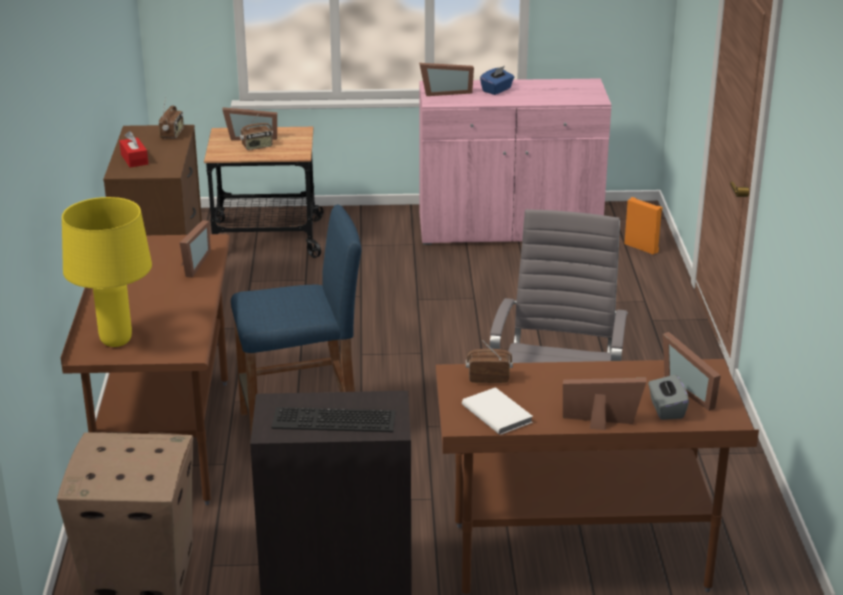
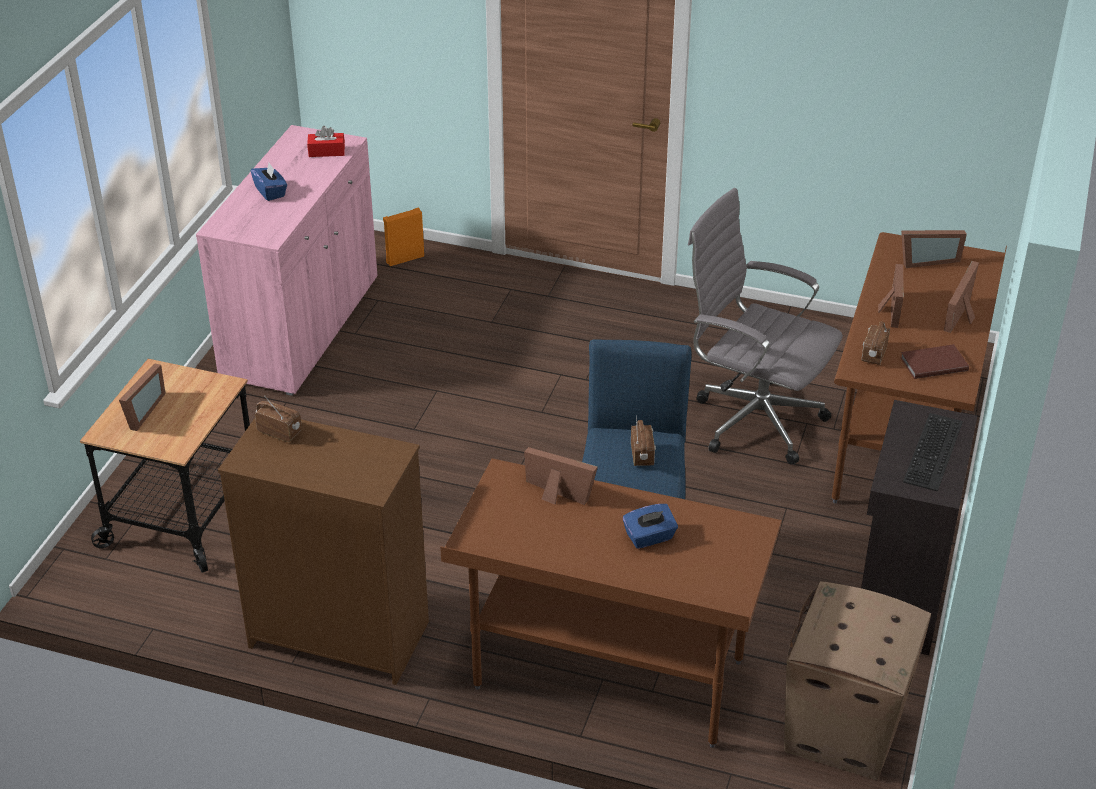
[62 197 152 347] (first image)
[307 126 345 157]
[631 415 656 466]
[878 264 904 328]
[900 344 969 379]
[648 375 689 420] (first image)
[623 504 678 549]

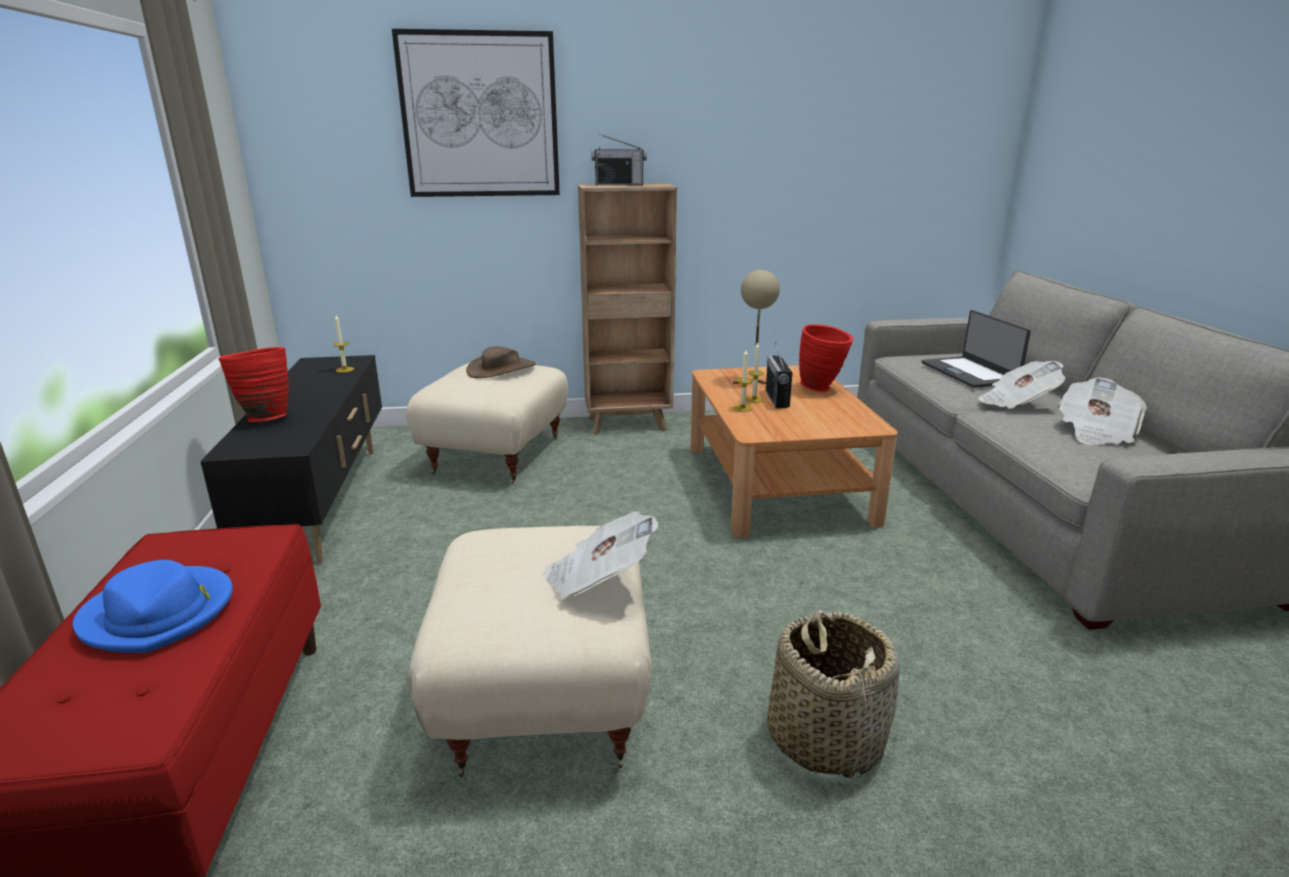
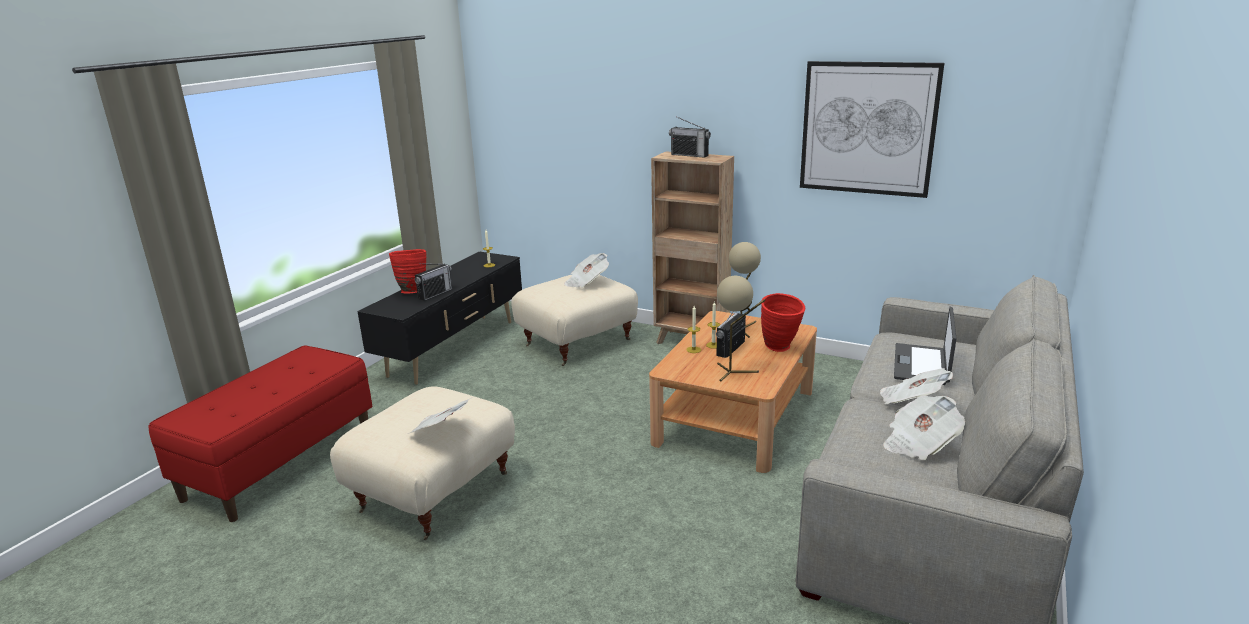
[73 560 233 653] (first image)
[800 61 944 198]
[564 253 609 288]
[767 610 900 779] (first image)
[415 263 452 301]
[717 276 766 382]

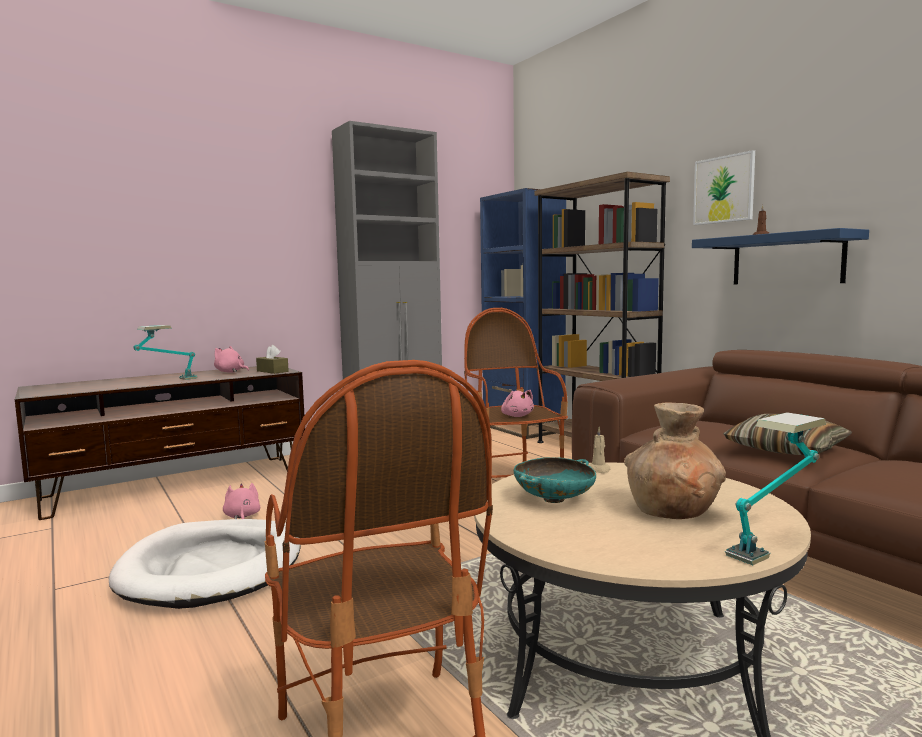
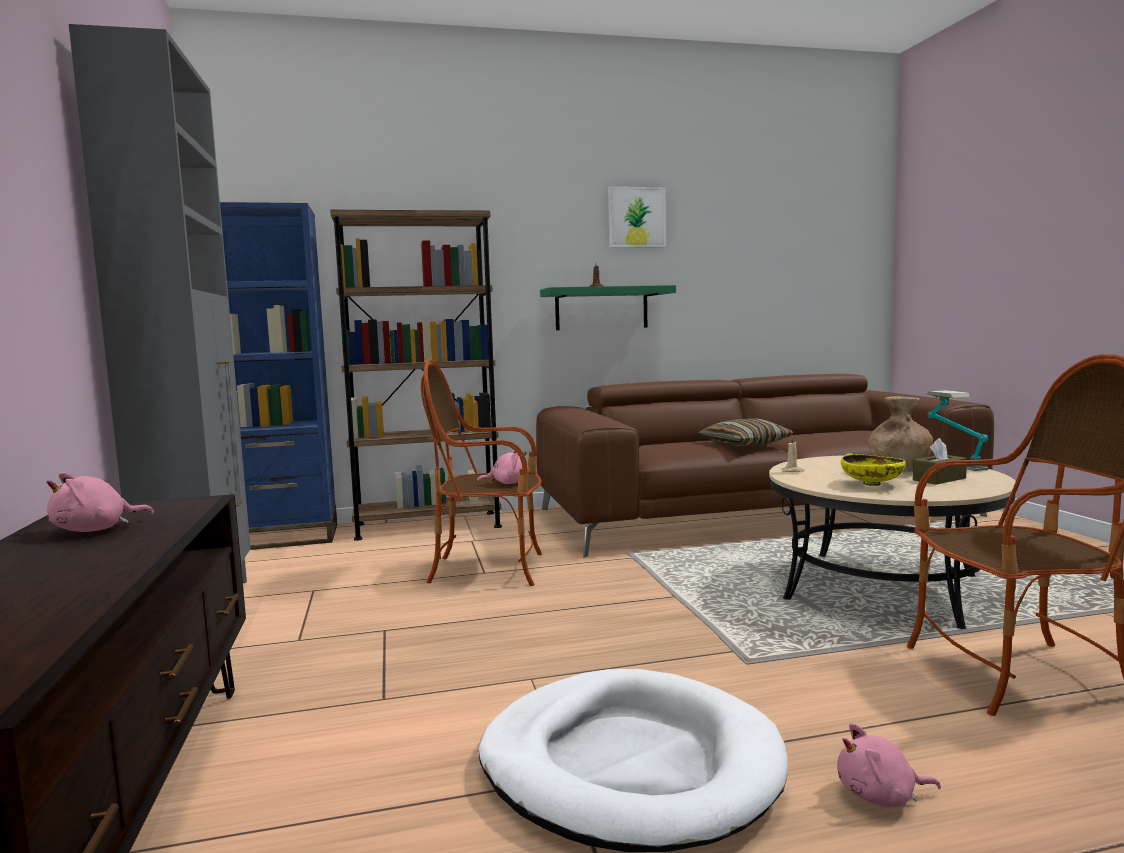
[133 325 198 380] (first image)
[837 723 941 807]
[913 438 967 485]
[841 453 906 486]
[540 285 676 330]
[608 187 666 248]

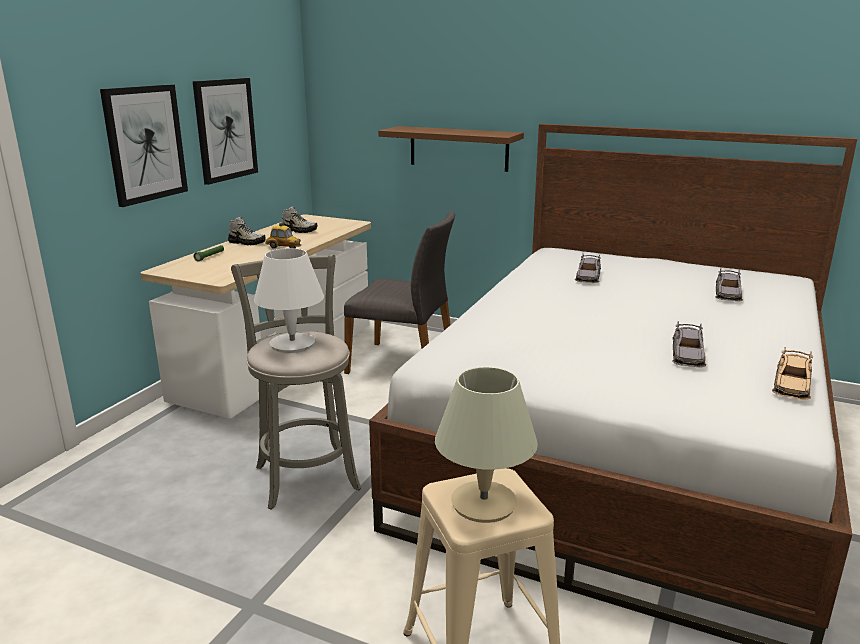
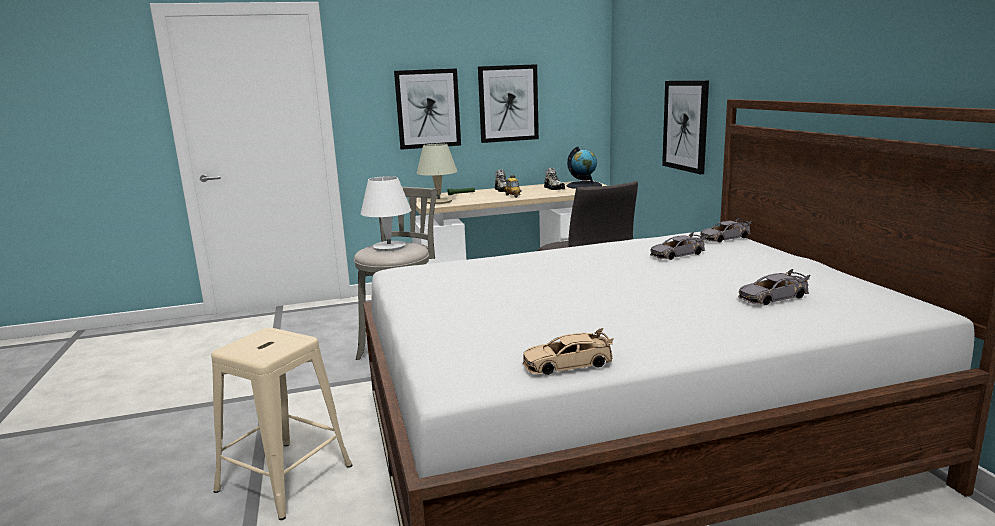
[662 80 709 174]
[416 143 458 204]
[700 218 752 242]
[566 147 602 189]

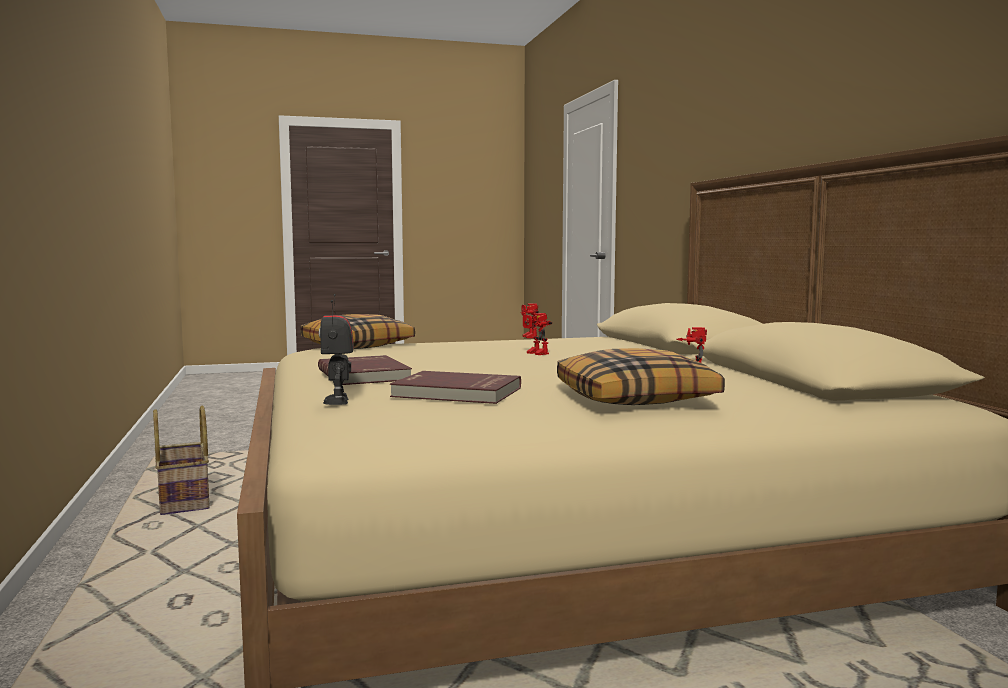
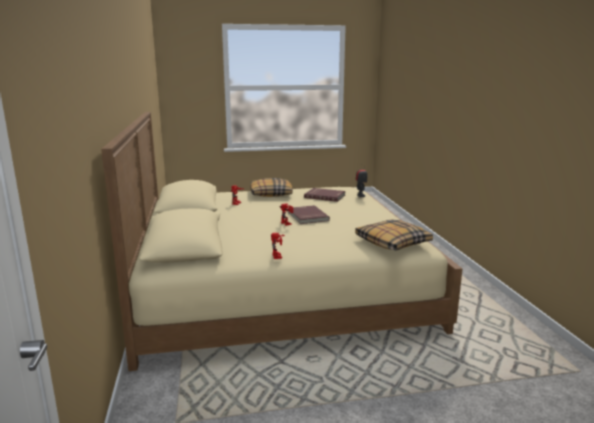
[153 406 210 515] (first image)
[288 205 330 224]

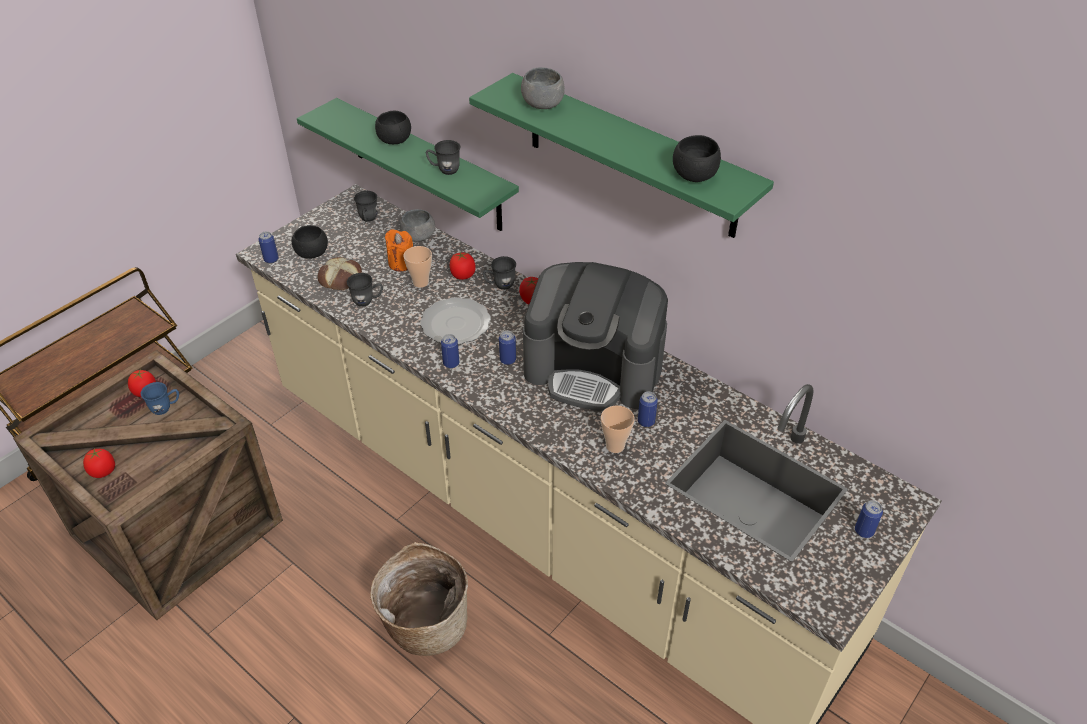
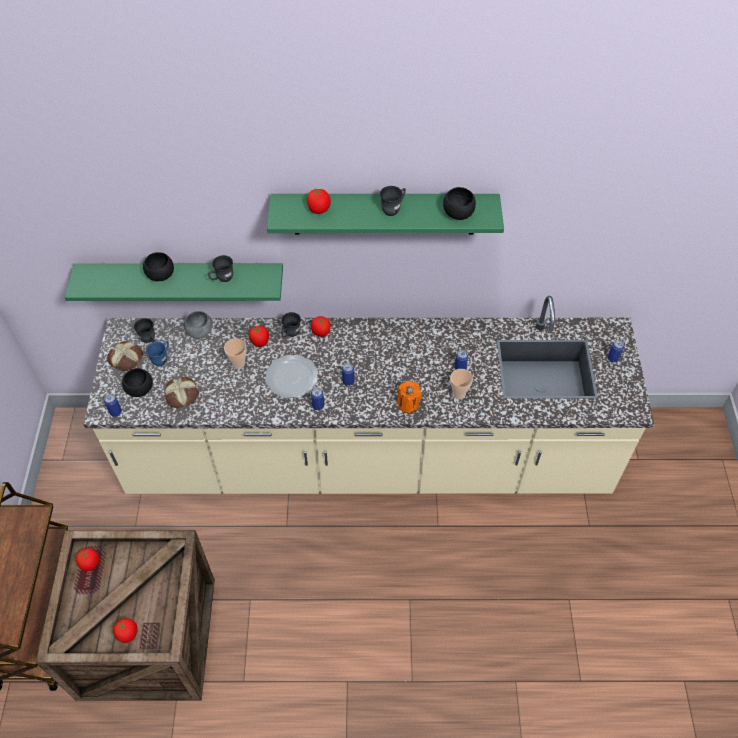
[146 341 169 366]
[380 186 406 216]
[370 542 468 656] (first image)
[397 381 422 413]
[307 189 331 214]
[523 262 668 411] (first image)
[107 341 143 371]

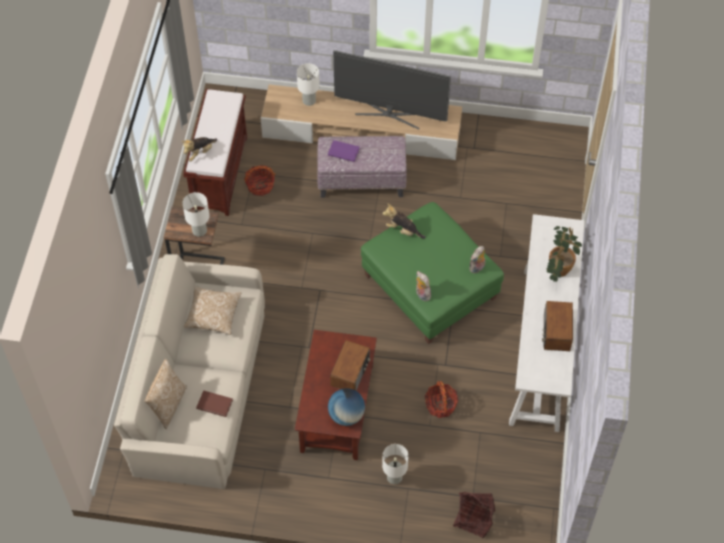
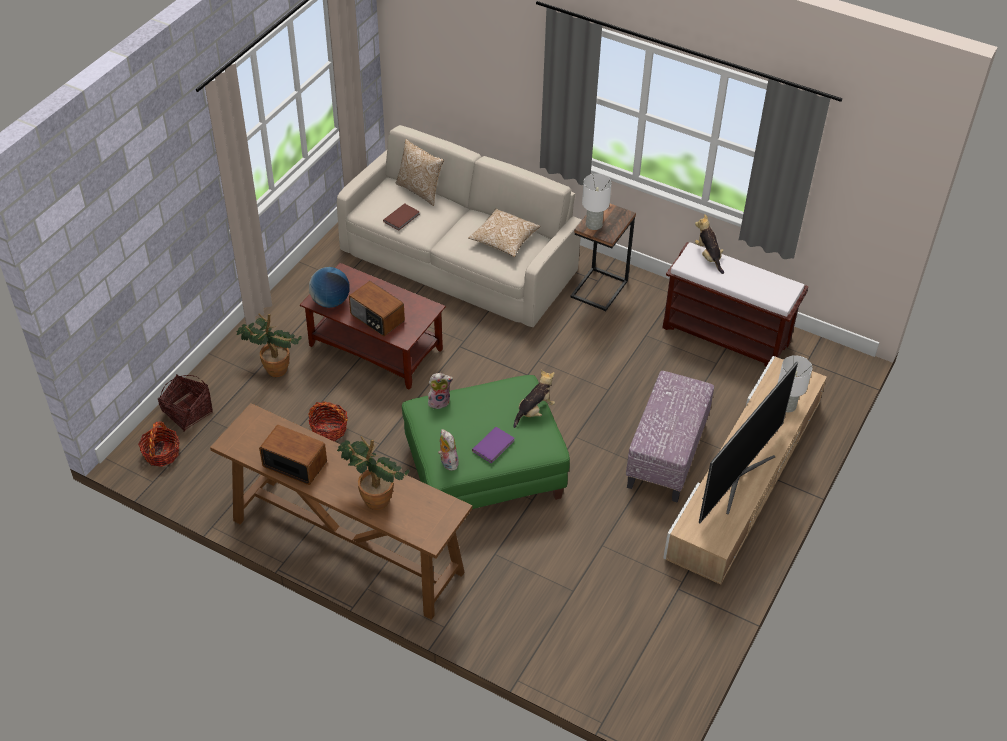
[138 421 179 467]
[472 427 514 463]
[237 314 302 377]
[210 403 472 620]

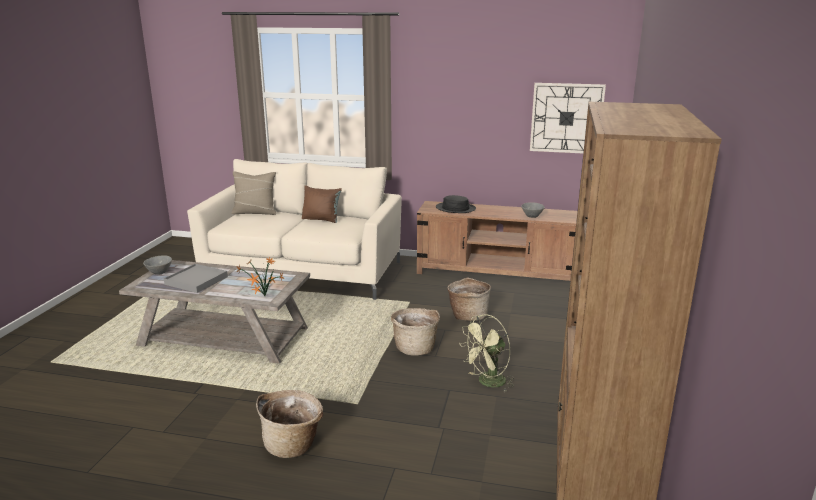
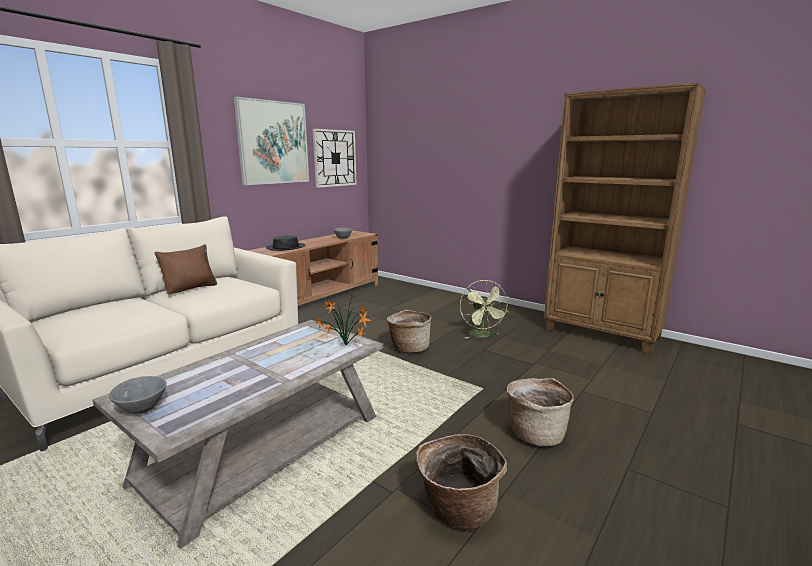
[164 264 228 293] (first image)
[231 171 276 215] (first image)
[416 434 507 532]
[234 97 309 185]

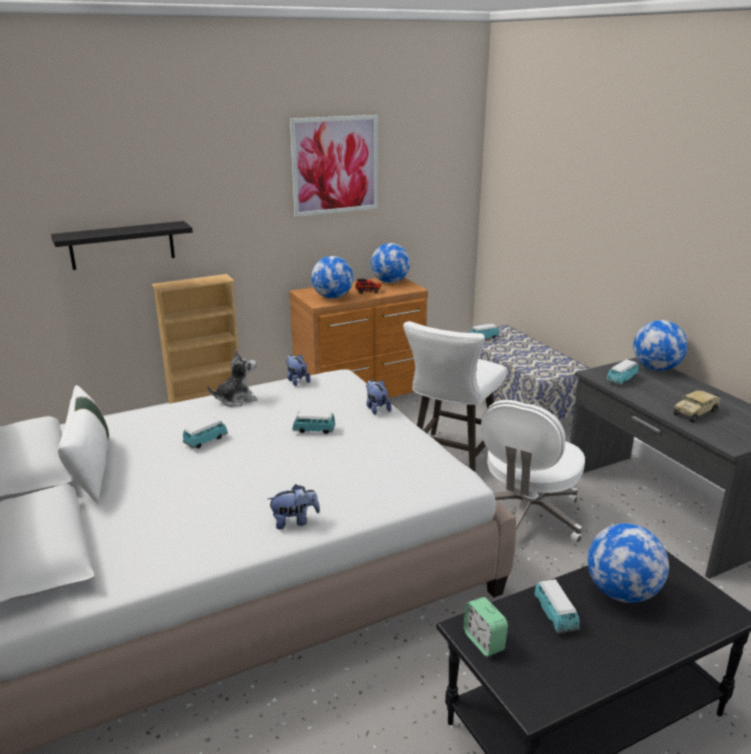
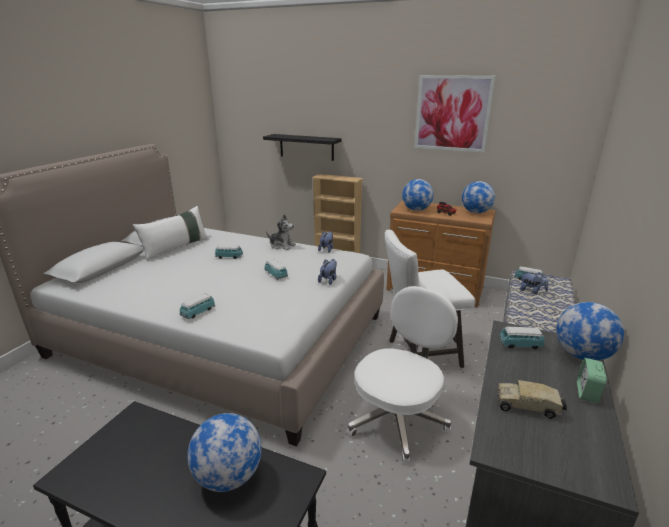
[520 272 548 294]
[577 358 607 403]
[347 286 458 463]
[180 293 215 319]

